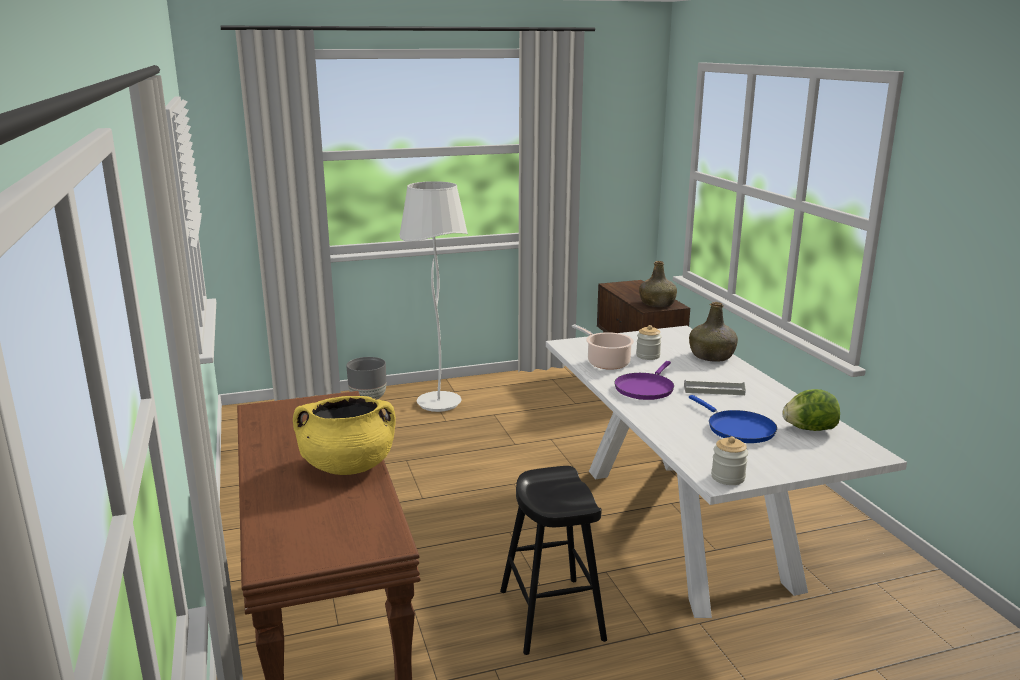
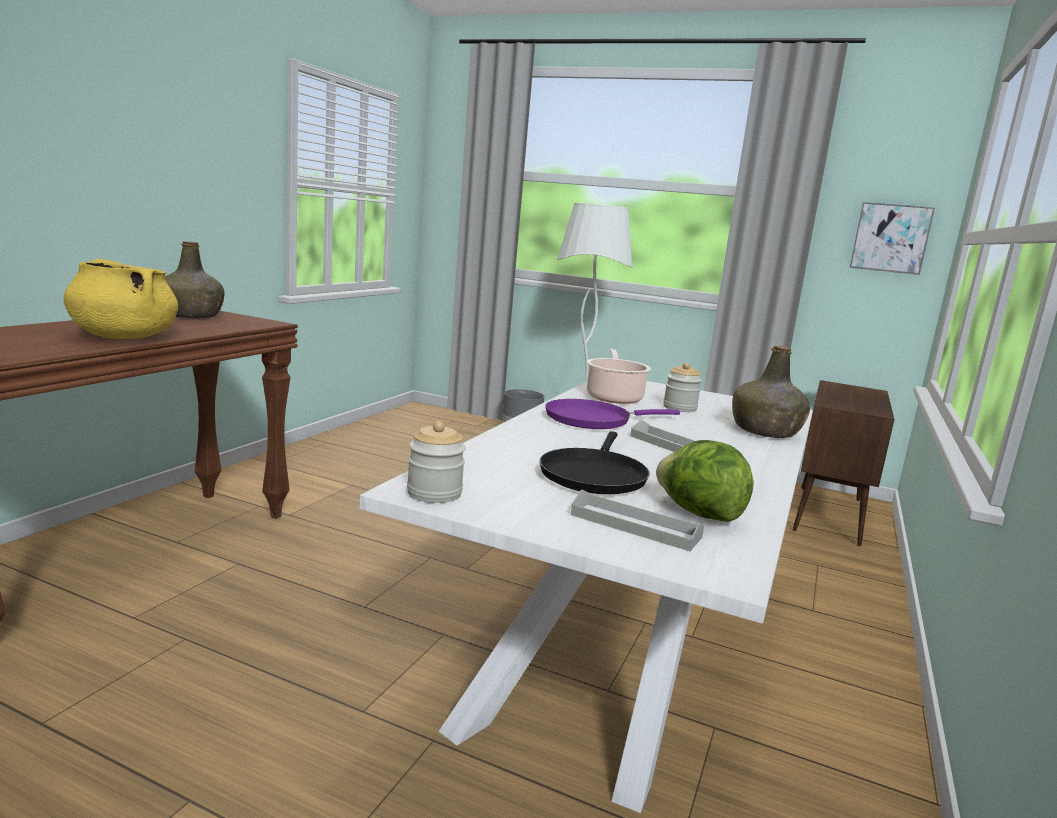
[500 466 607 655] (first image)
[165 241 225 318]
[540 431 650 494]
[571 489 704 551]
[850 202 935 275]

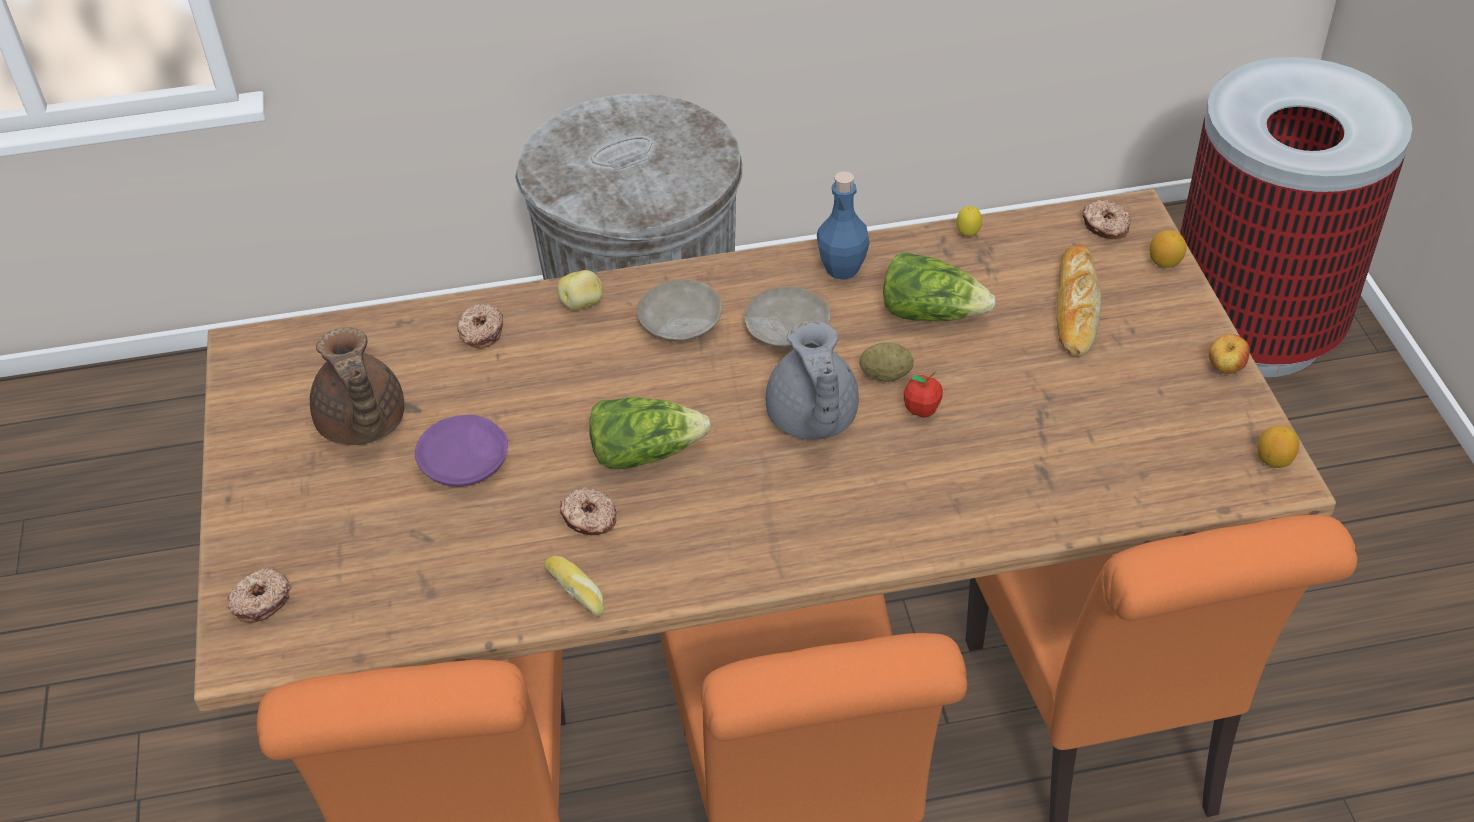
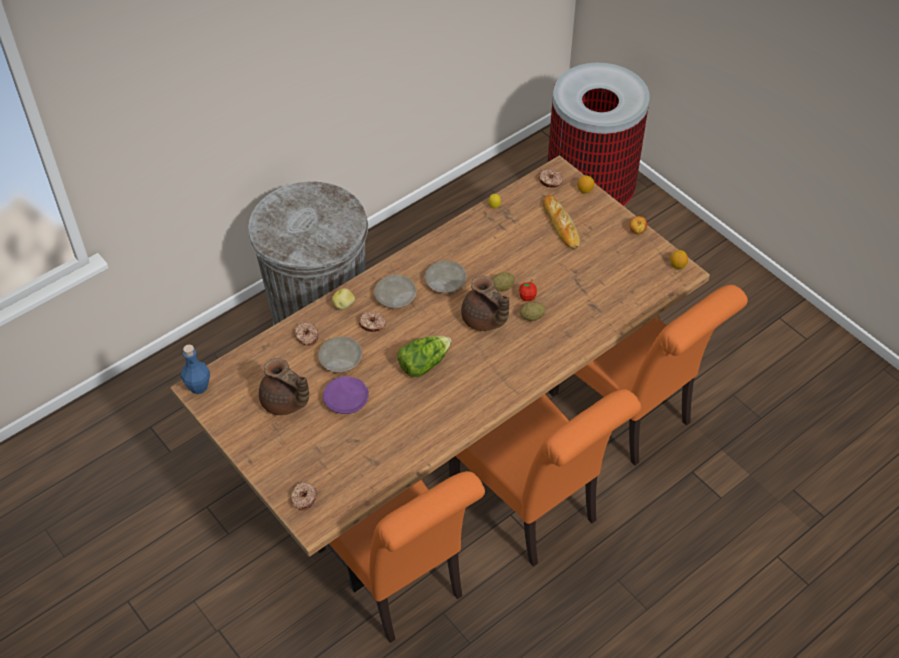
[544 556 604 617] (first image)
[358 311 387 332]
[461 276 509 331]
[181 344 210 394]
[883 251 996 321] (first image)
[318 336 362 373]
[520 302 546 321]

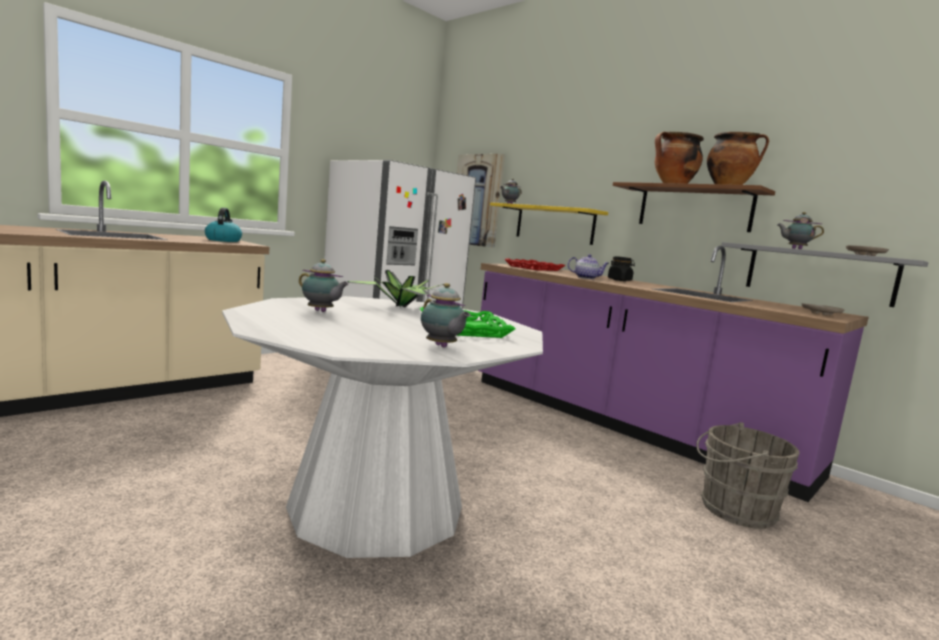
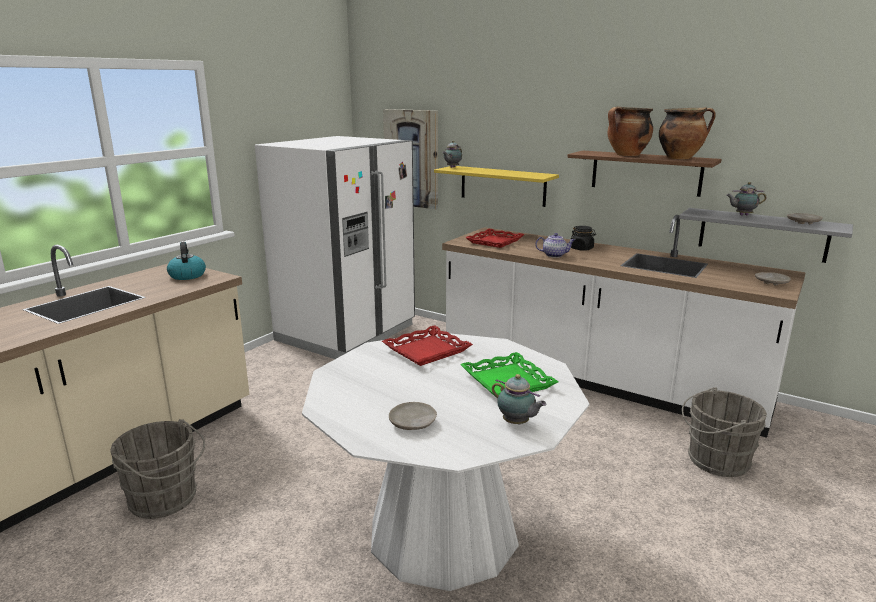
[299 259 349 312] (first image)
[382 325 473 366]
[442 215 806 438]
[111 419 205 519]
[389 402 437 430]

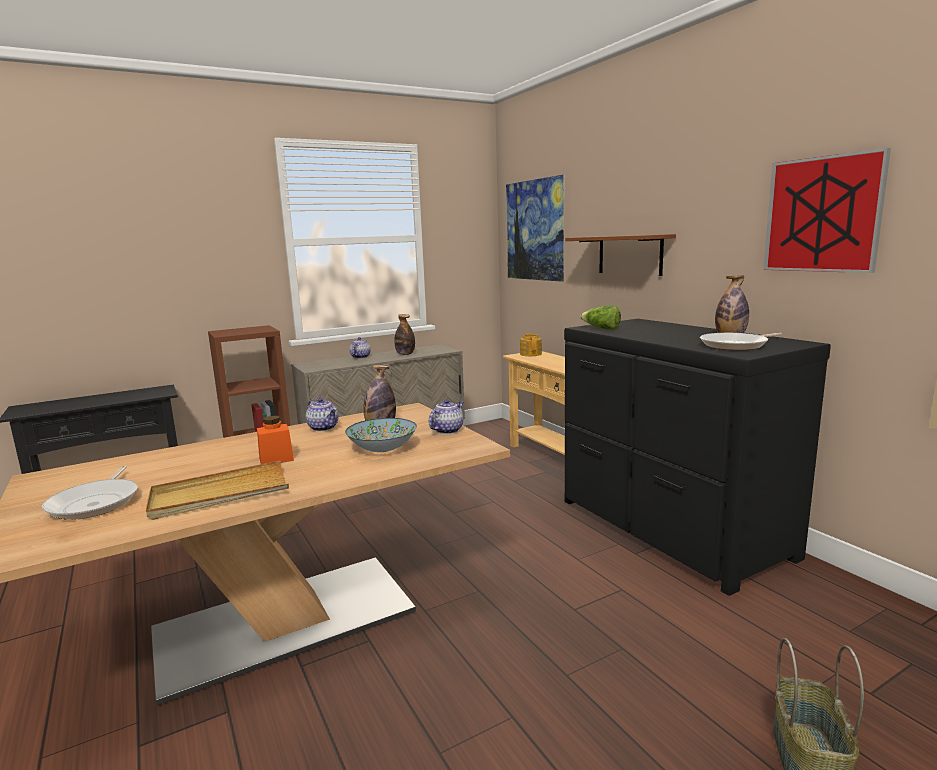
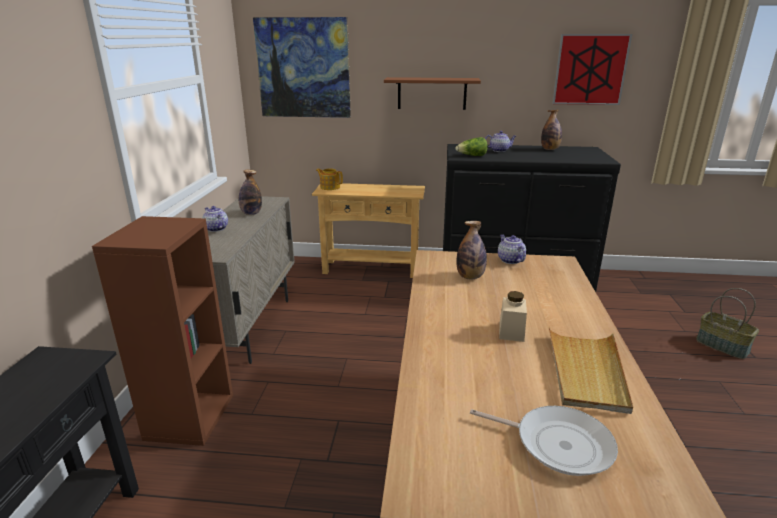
[499 291 527 342]
[485 131 516 152]
[345 418 417 452] (first image)
[700 333 782 350] (first image)

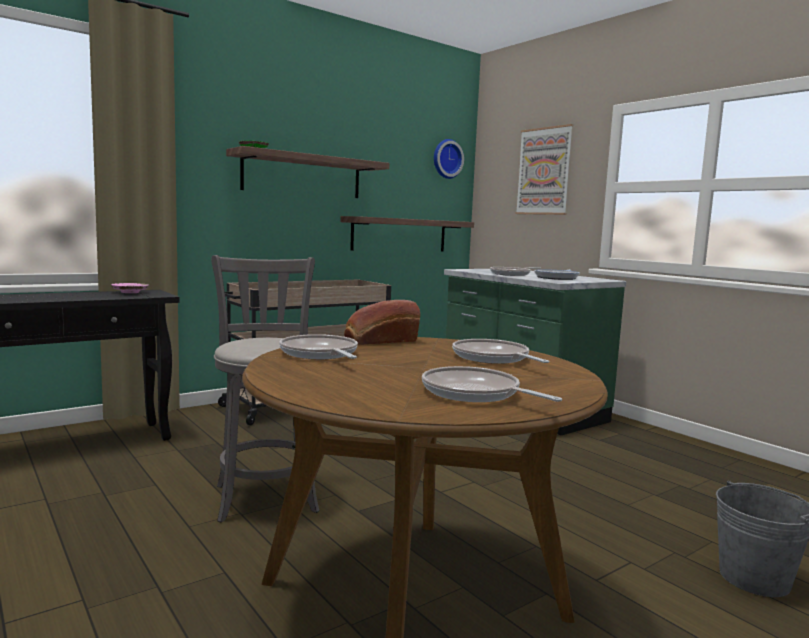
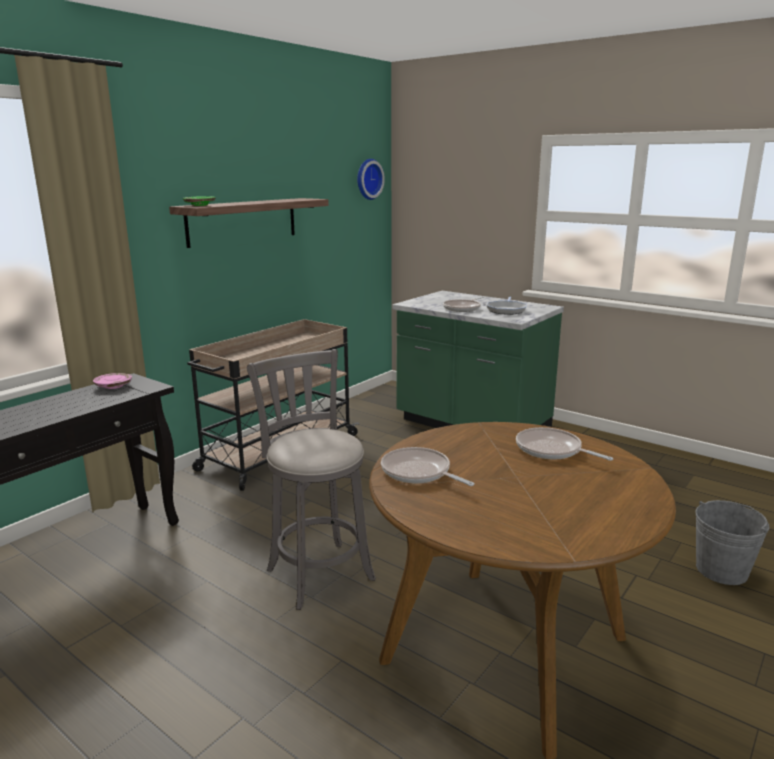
[340 216 474 251] (first image)
[344 300 420 345] (first image)
[422 366 562 402] (first image)
[515 124 573 215] (first image)

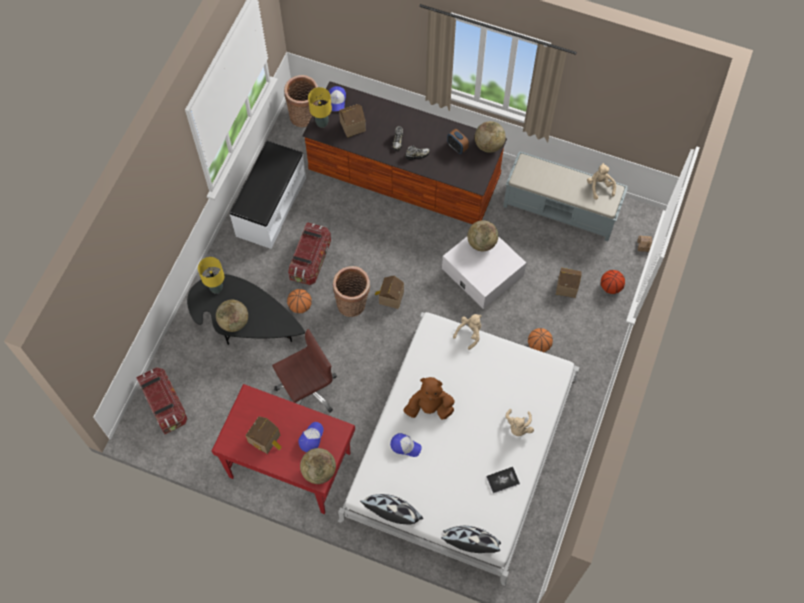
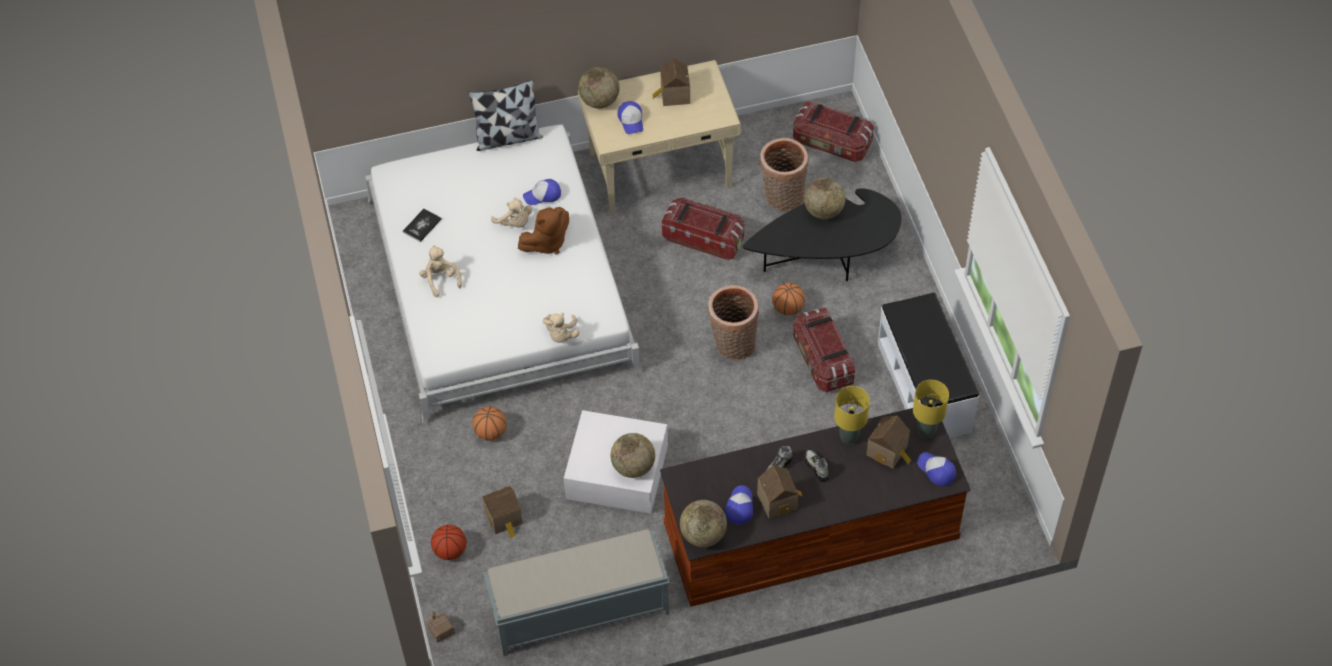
[834 386 870 444]
[578 60 741 214]
[662 198 744 260]
[760 138 809 211]
[757 465 802 519]
[441 526 501 553] (first image)
[725 485 753 525]
[491 197 532 228]

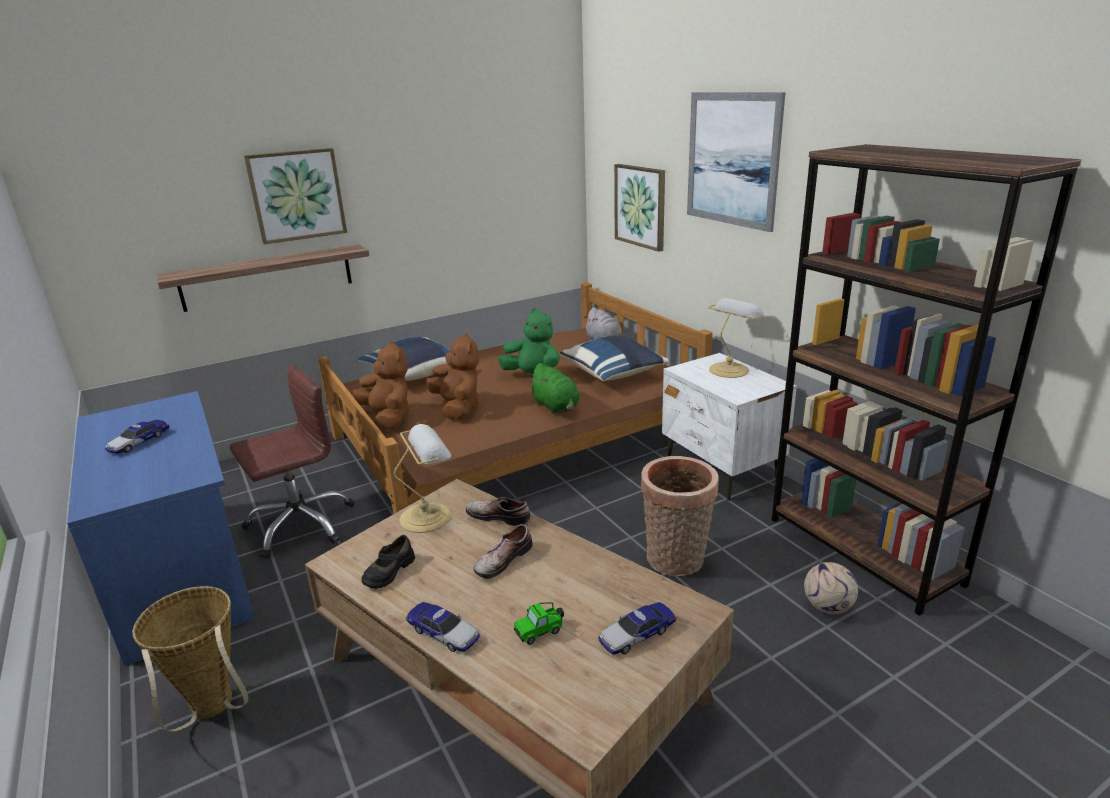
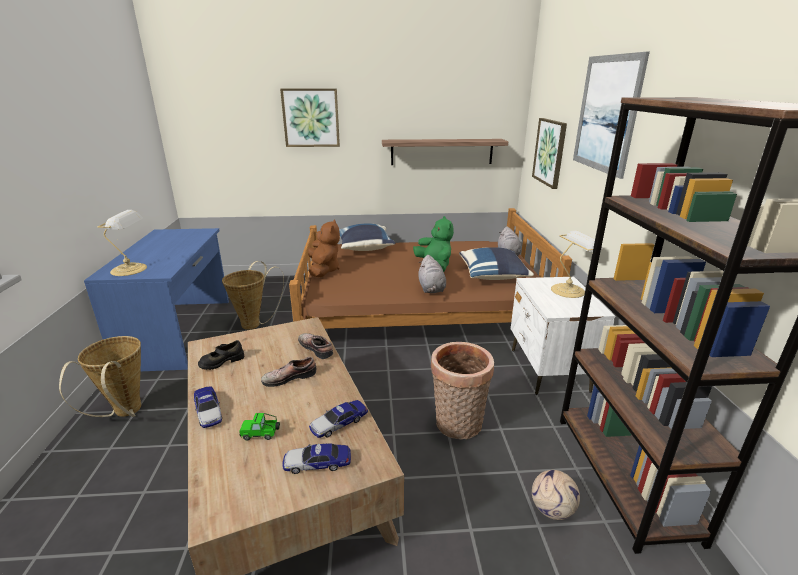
[309 400 368 438]
[382 139 508 165]
[222 261 284 330]
[98 210 147 276]
[427 333 480 420] (first image)
[418 255 446 293]

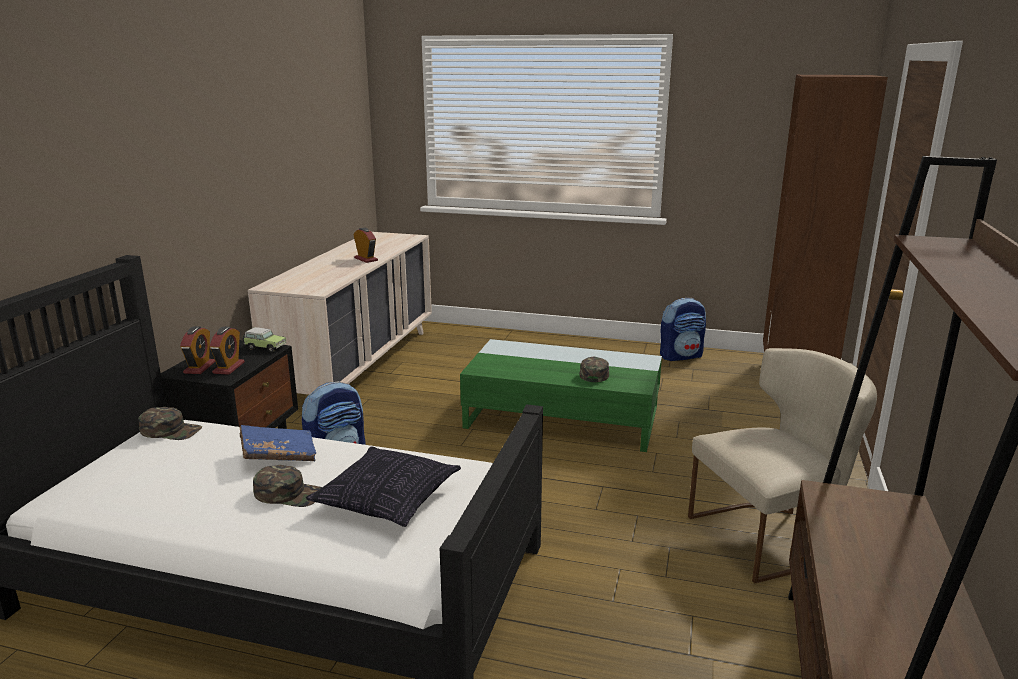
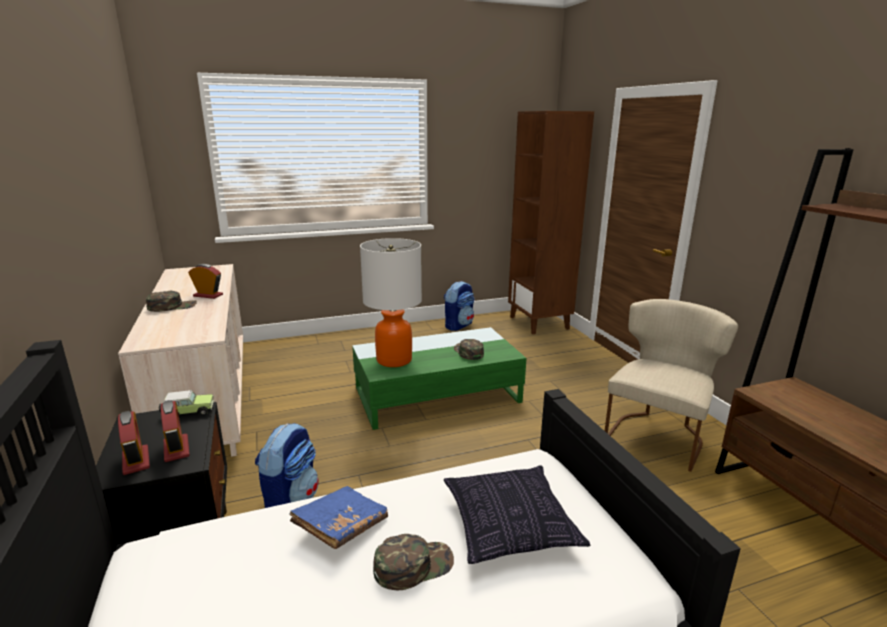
[146 291 197 312]
[360 238 422 367]

